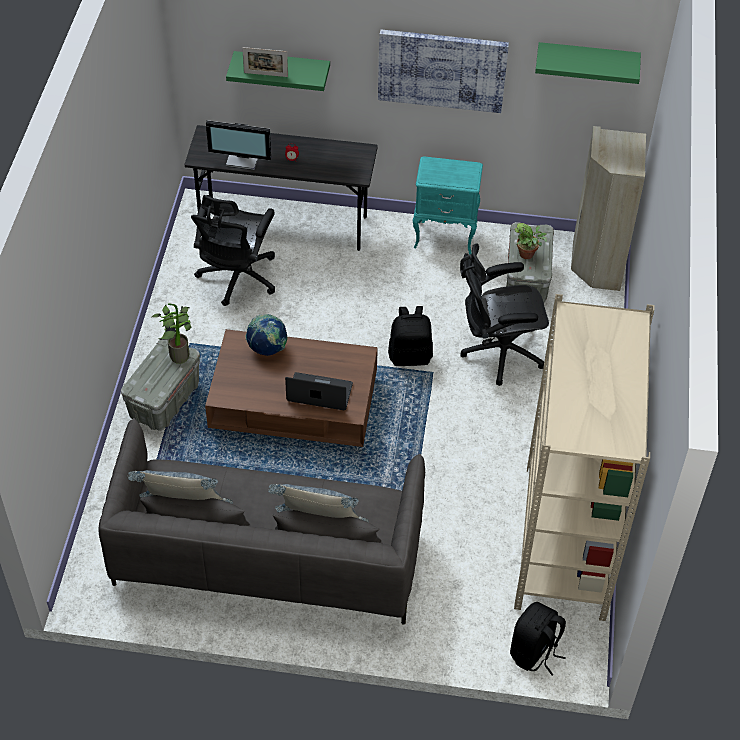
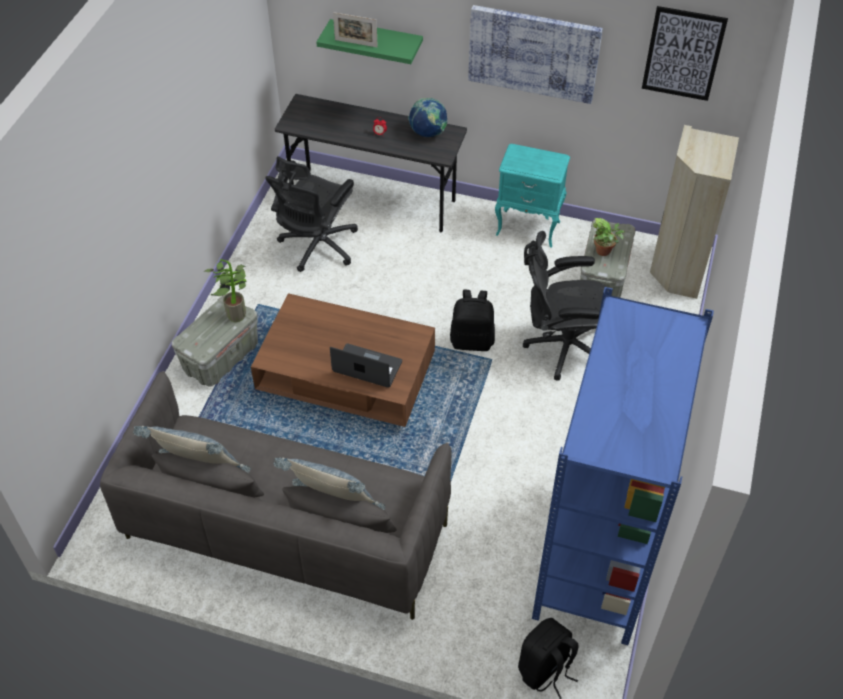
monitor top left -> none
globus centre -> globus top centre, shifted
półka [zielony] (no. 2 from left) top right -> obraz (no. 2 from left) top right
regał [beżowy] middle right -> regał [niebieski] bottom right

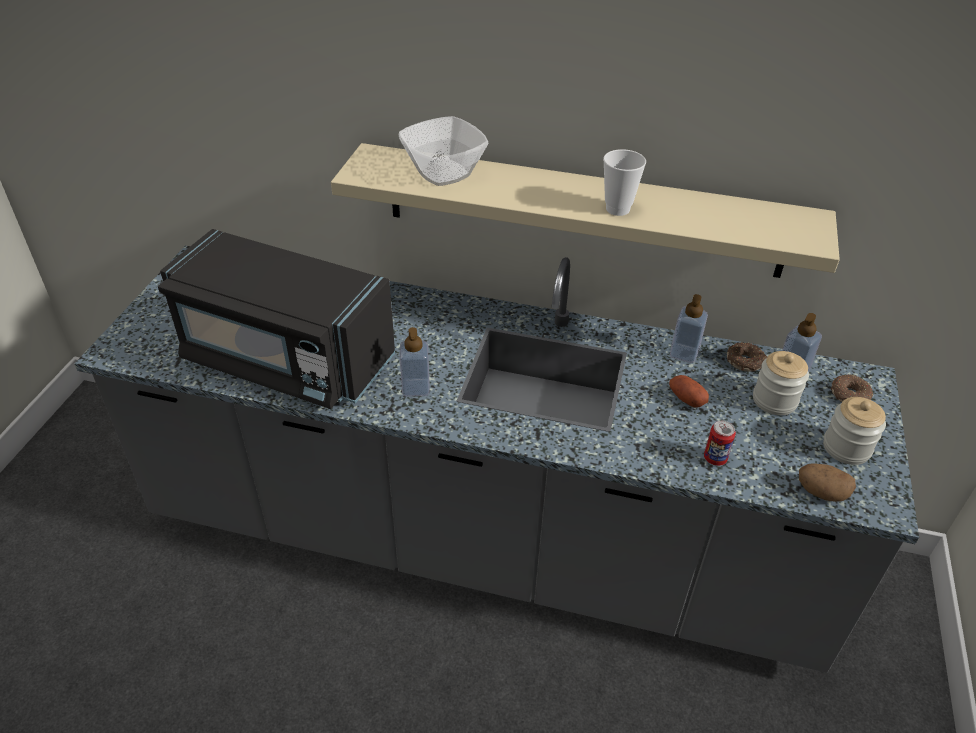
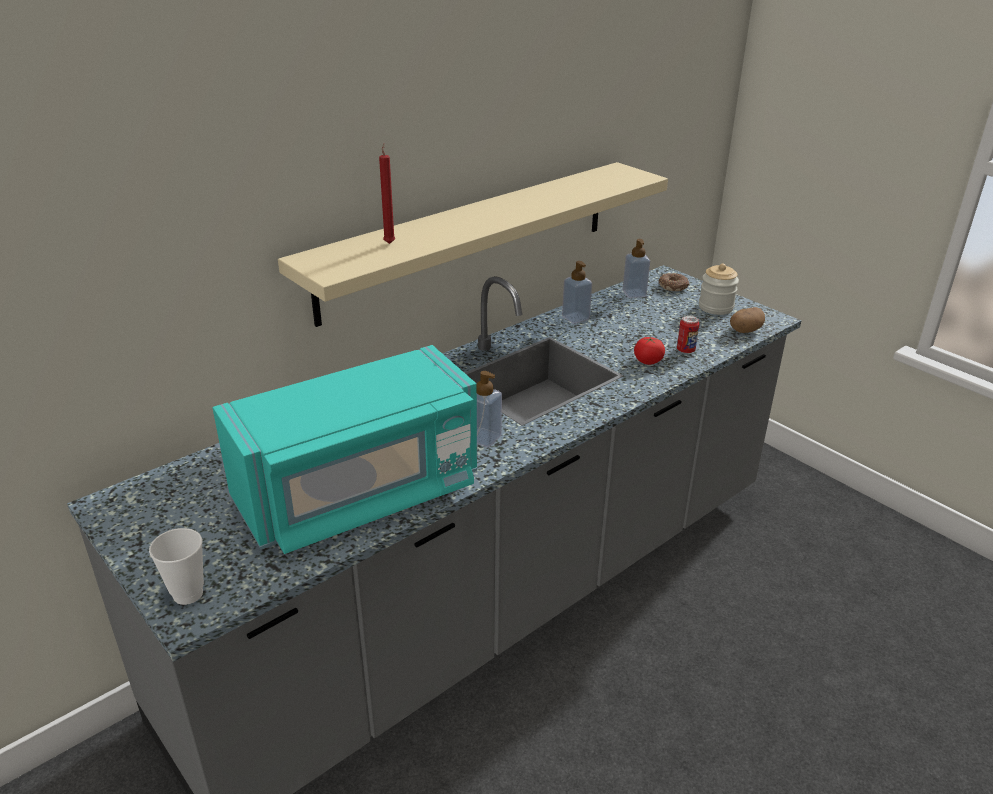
ziemniak (no. 1 from left) middle right -> none
donut (no. 1 from left) middle right -> none
słoik (no. 1 from left) middle right -> none
none -> pomidor centre
filiżanka top centre -> filiżanka bottom left, shifted
miska top centre -> świeca [czerwony] top centre
mikrofalówka [czarny] middle left -> mikrofalówka [turkusowy] centre

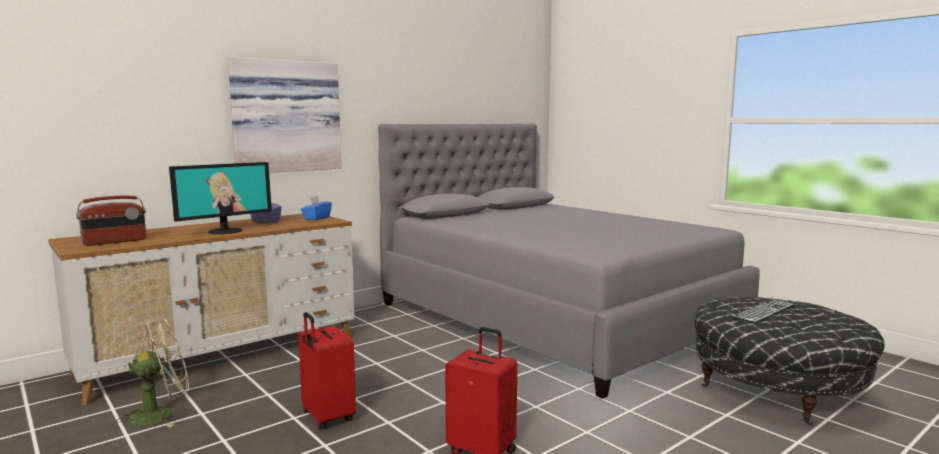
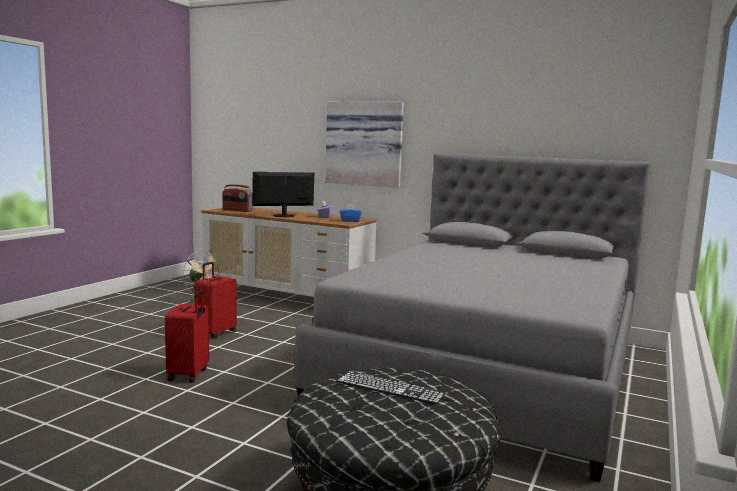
monitor middle left -> monitor centre, 135 degrees clockwise

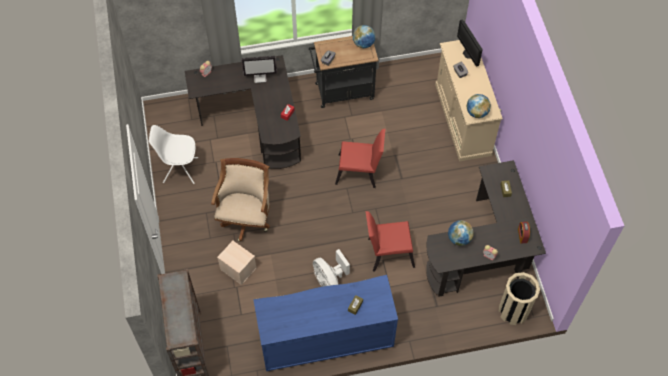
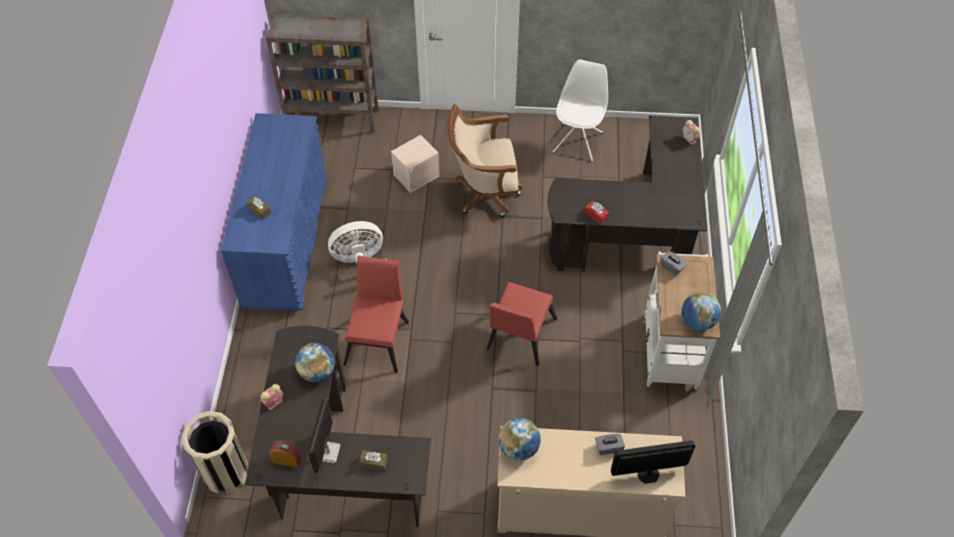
monitor (no. 1 from left) top centre -> monitor (no. 1 from left) bottom centre, shifted
wózek [czarny] top centre -> wózek [biały] middle right
krzesło biurowe centre -> krzesło biurowe top centre, 150 degrees clockwise

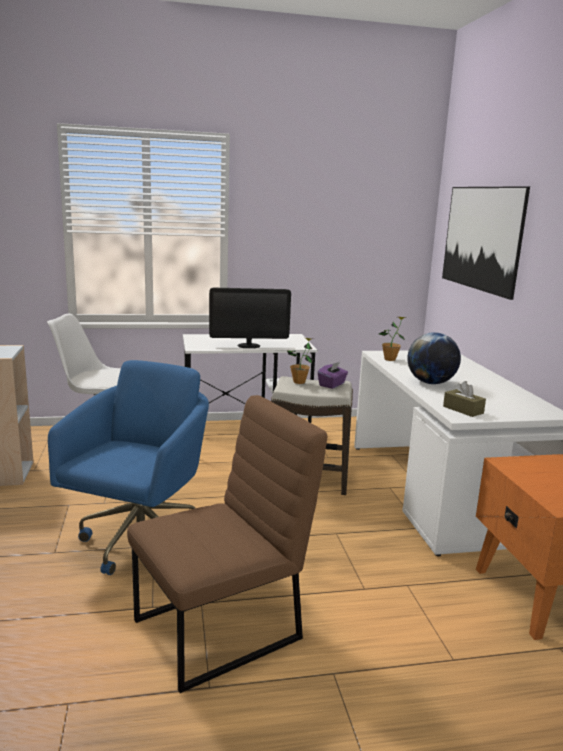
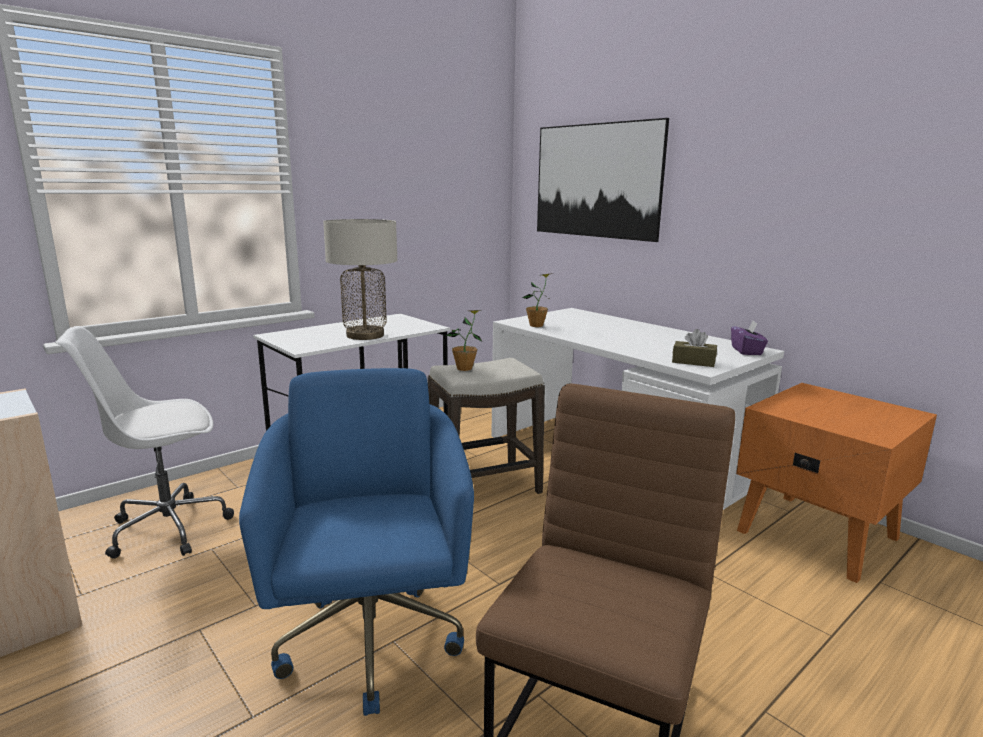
globus middle right -> none
pudełko chusteczek [fioletowy] centre -> pudełko chusteczek [fioletowy] middle right, shifted
monitor centre -> lampa stołowa centre

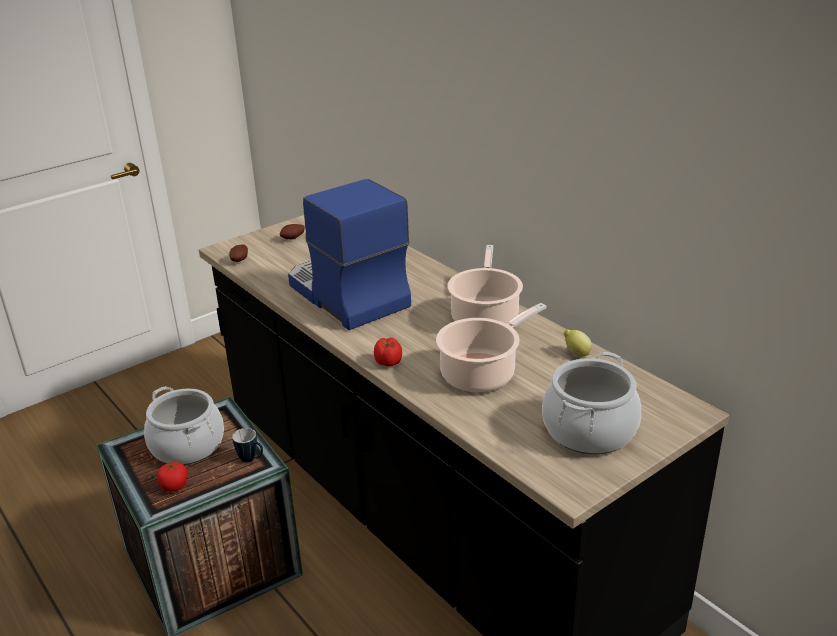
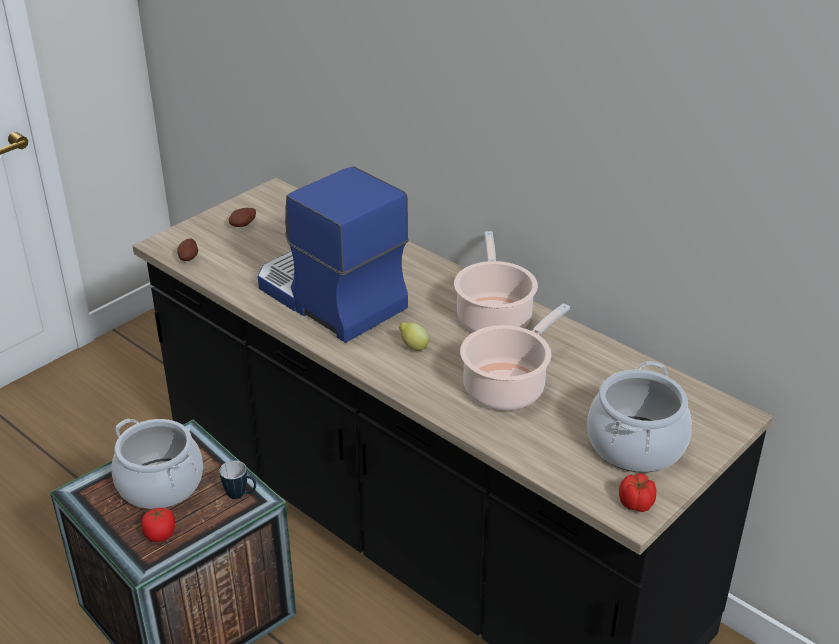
pomidor (no. 2 from left) centre -> pomidor (no. 2 from left) bottom right, shifted
cytryna middle right -> cytryna centre, shifted

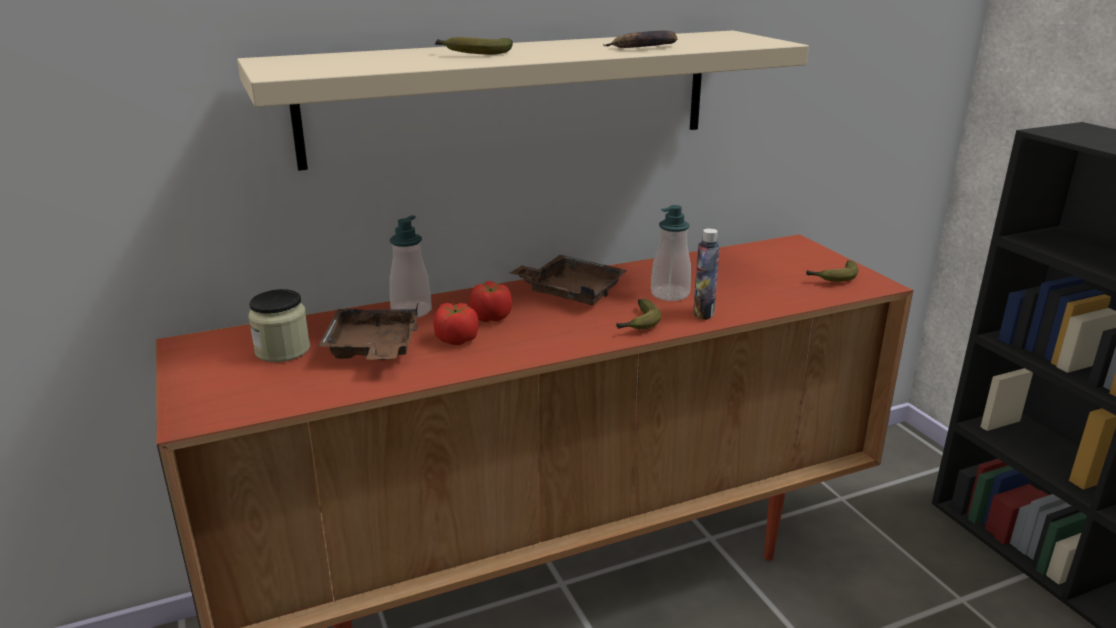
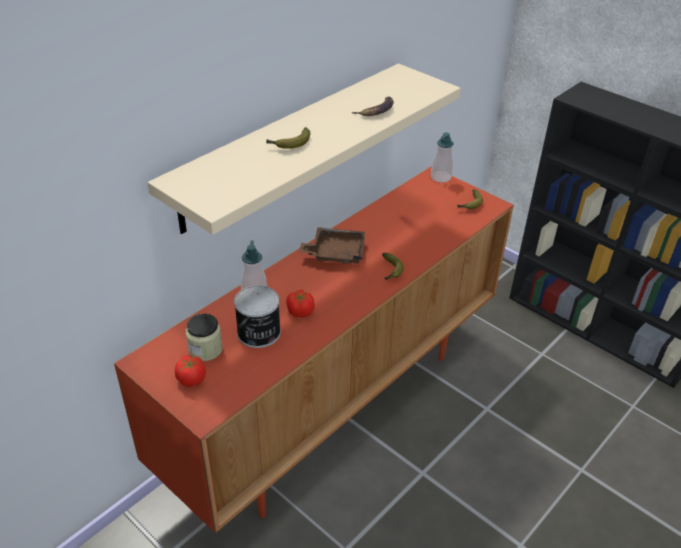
butelka centre -> none
pomidor (no. 2 from left in the first image) centre -> pomidor (no. 1 from left) bottom left, shifted
dozownik mydła (no. 2 from left) centre -> dozownik mydła (no. 2 from left) top centre, shifted
taca [brązowy] (no. 1 from left) middle left -> puszka centre

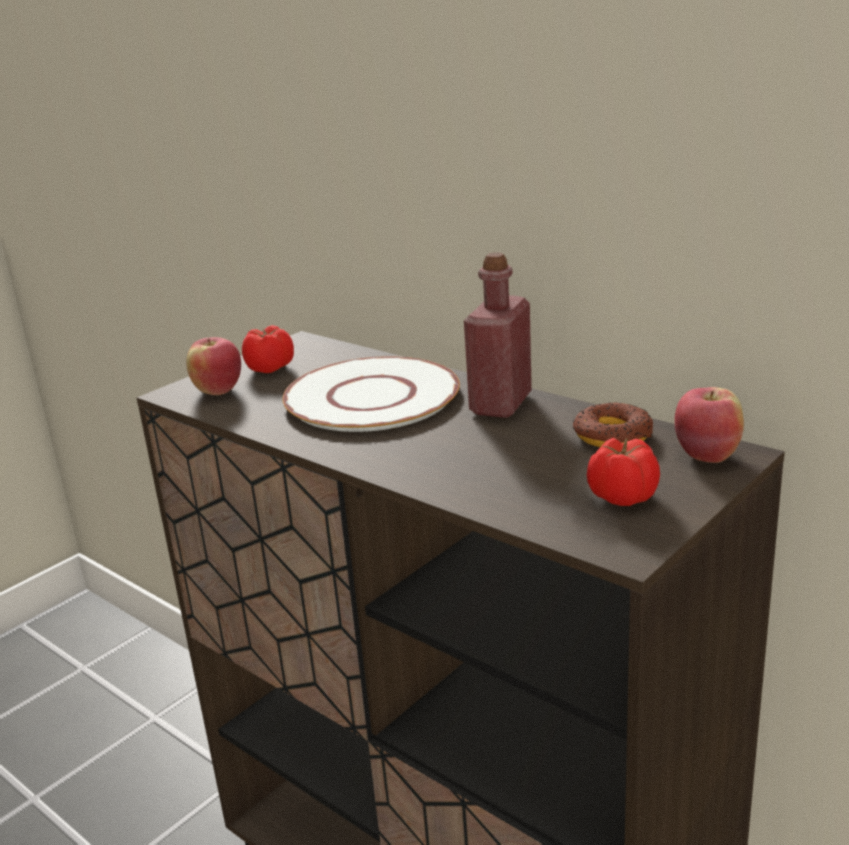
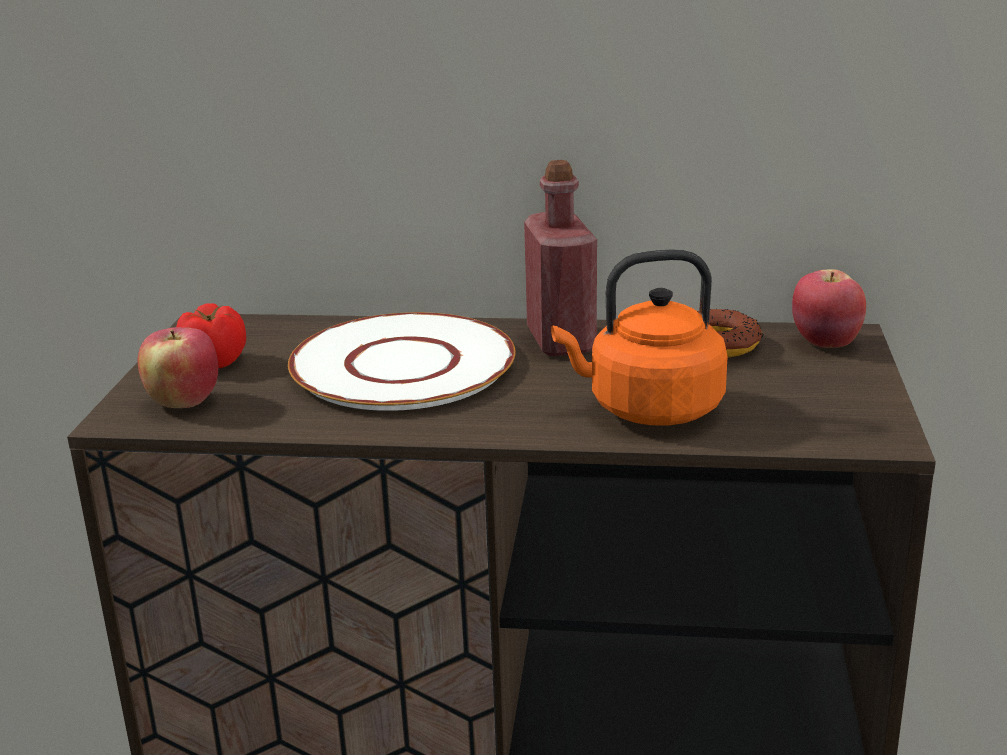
pomidor (no. 2 from left) middle right -> none
none -> czajnik [pomarańczowy] centre

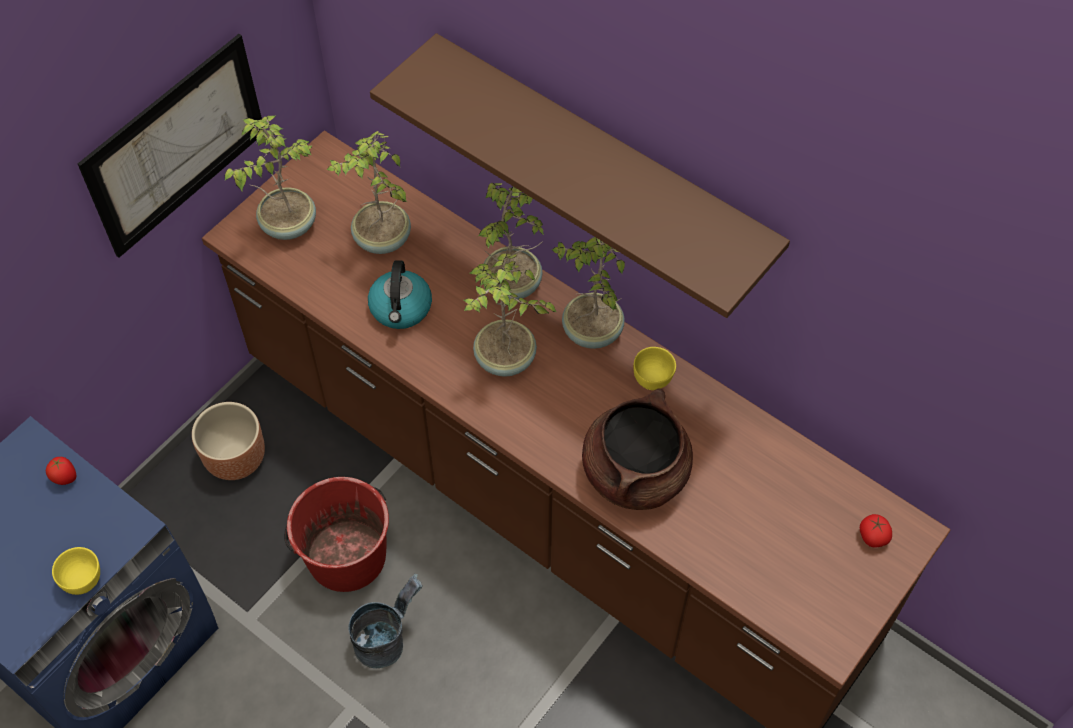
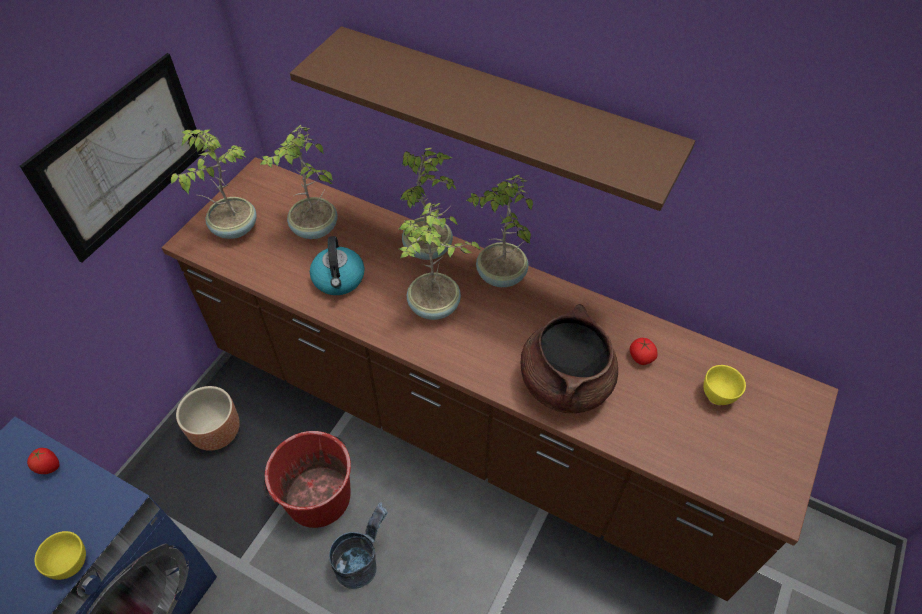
miska [żółty] (no. 2 from left) centre -> miska [żółty] (no. 2 from left) middle right, shifted
pomidor (no. 2 from left) bottom right -> pomidor (no. 2 from left) middle right, shifted

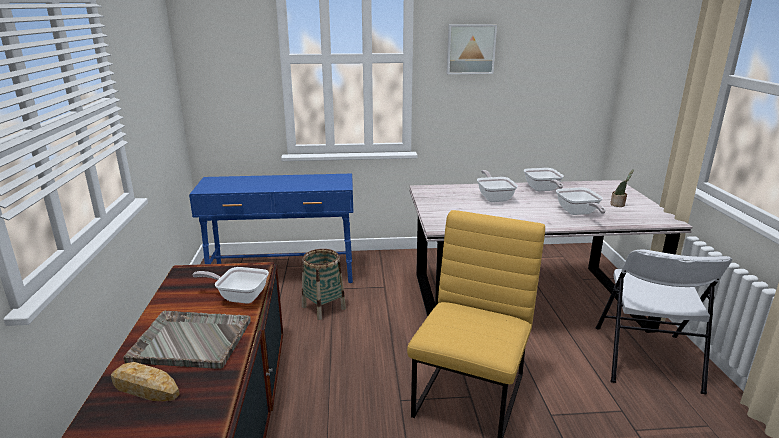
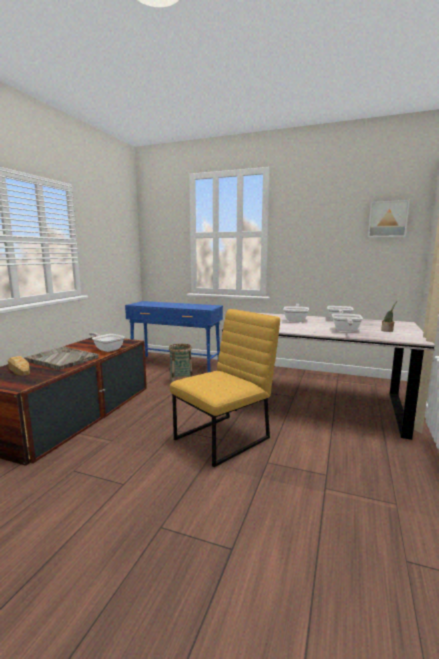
krzesło [biały] bottom right -> none
obraz top centre -> obraz top right, shifted

